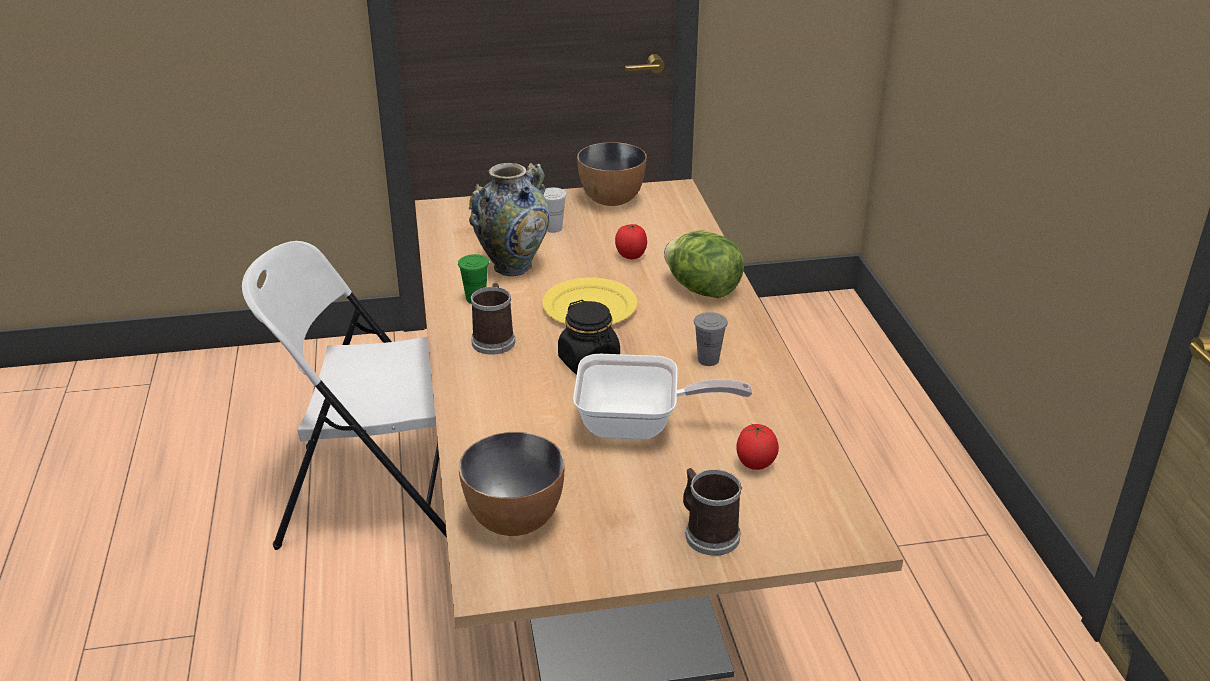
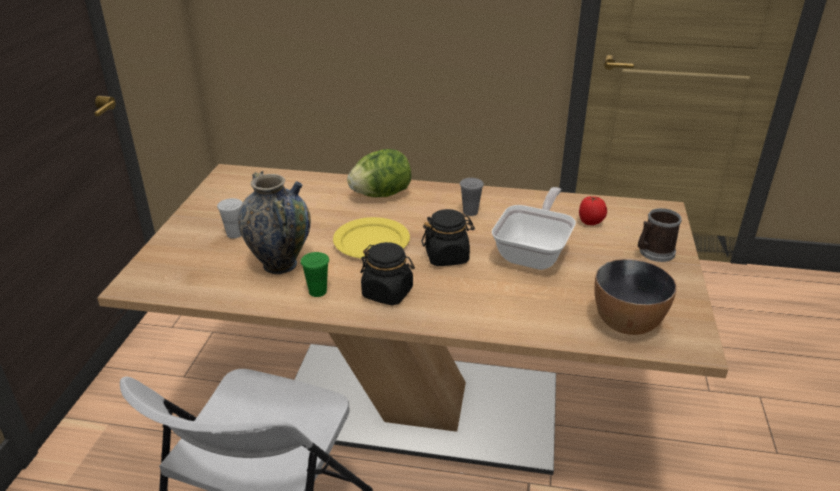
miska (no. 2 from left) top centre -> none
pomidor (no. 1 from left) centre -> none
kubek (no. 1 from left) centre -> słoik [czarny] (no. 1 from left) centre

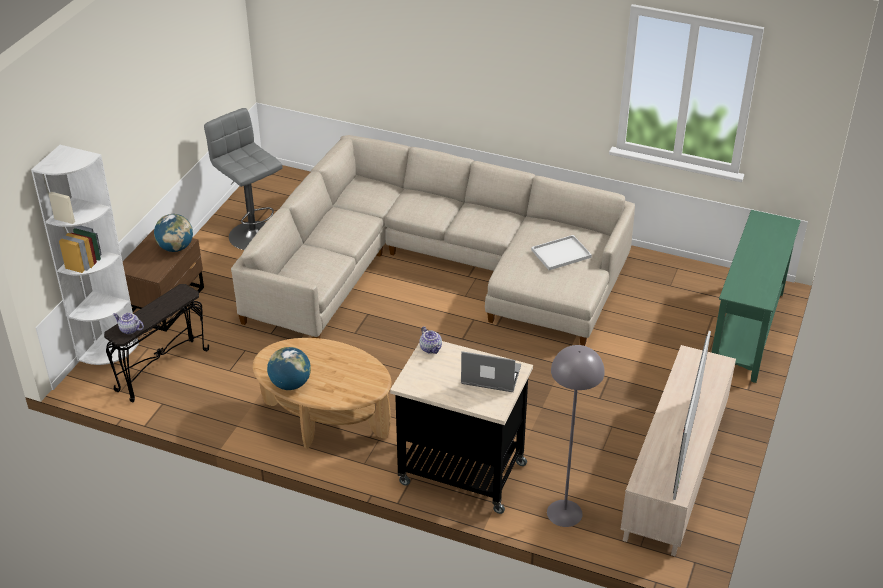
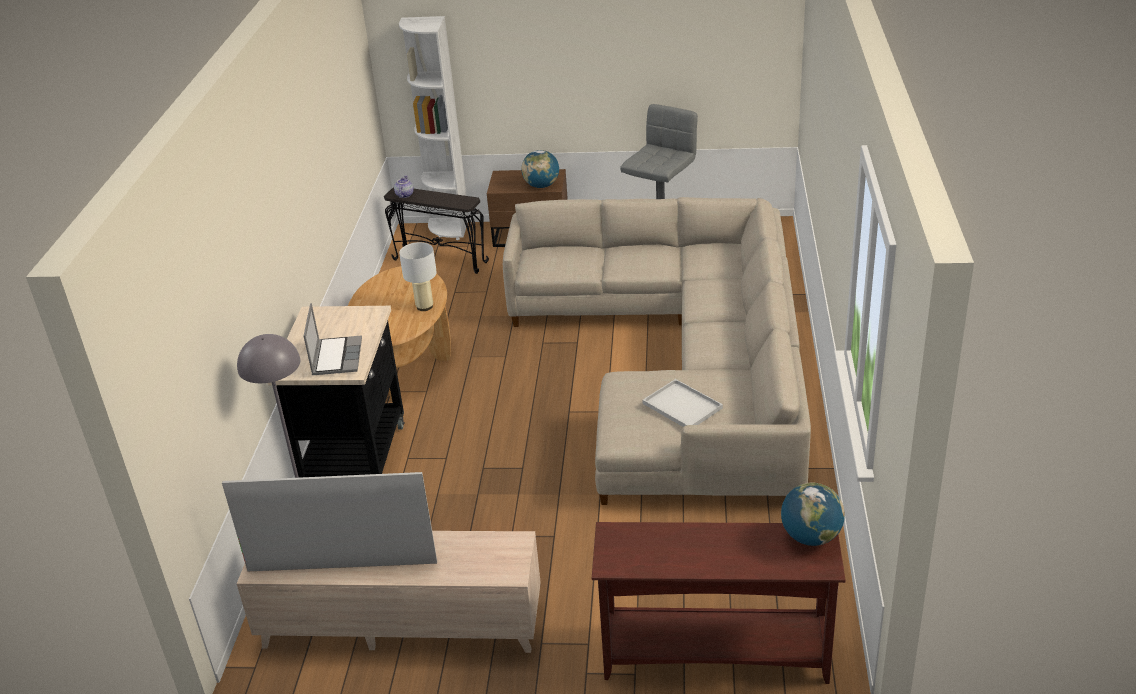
imbryk (no. 2 from left) centre -> none
none -> lampa stołowa [biały] centre
globus (no. 2 from left) middle left -> globus (no. 2 from left) bottom right, shifted
stolik konsolowy [zielony] middle right -> stolik konsolowy [brązowy] bottom centre

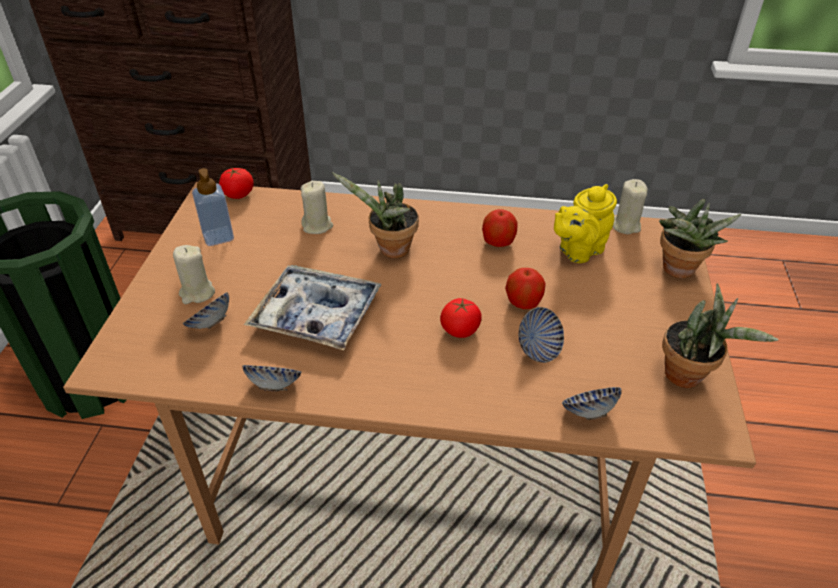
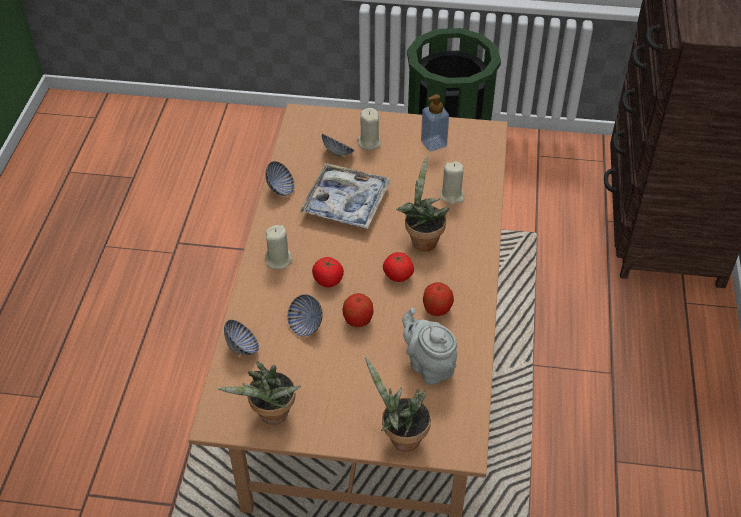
pomidor (no. 1 from left in the first image) top left -> pomidor (no. 2 from left) centre, shifted
świeca [beżowy] (no. 3 from left in the first image) middle right -> świeca [beżowy] (no. 1 from left) centre, shifted
imbryk [żółty] middle right -> imbryk [szary] bottom centre

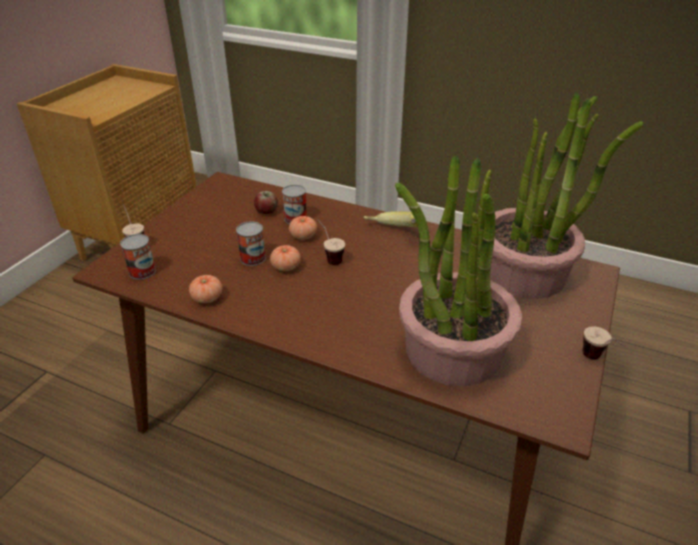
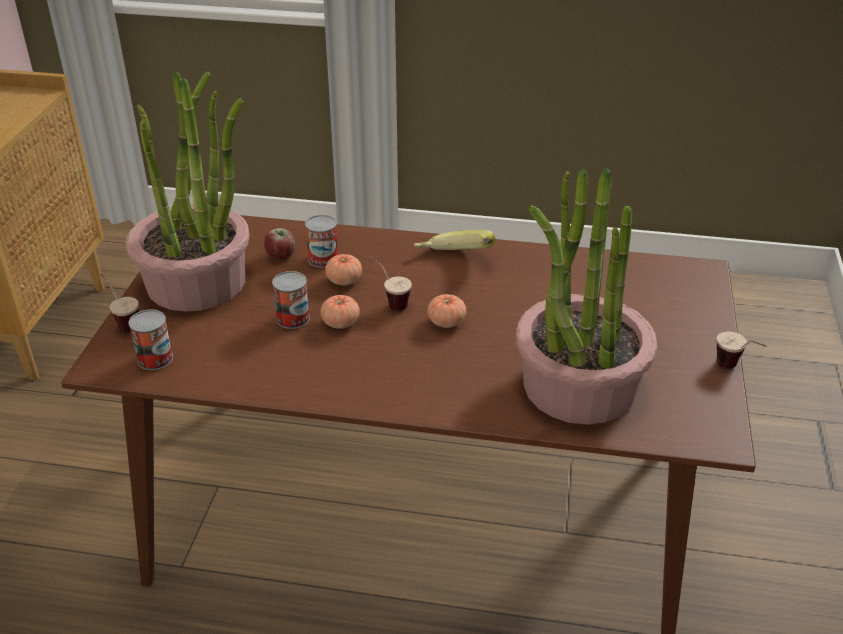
pomidor (no. 1 from left in the first image) middle left -> pomidor (no. 3 from left) centre, shifted
roślina doniczkowa (no. 2 from left in the first image) middle right -> roślina doniczkowa (no. 1 from left) top left, shifted

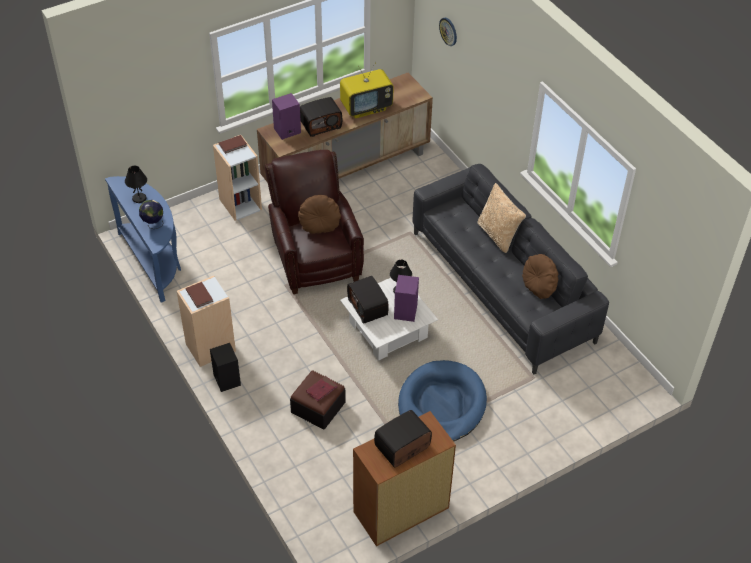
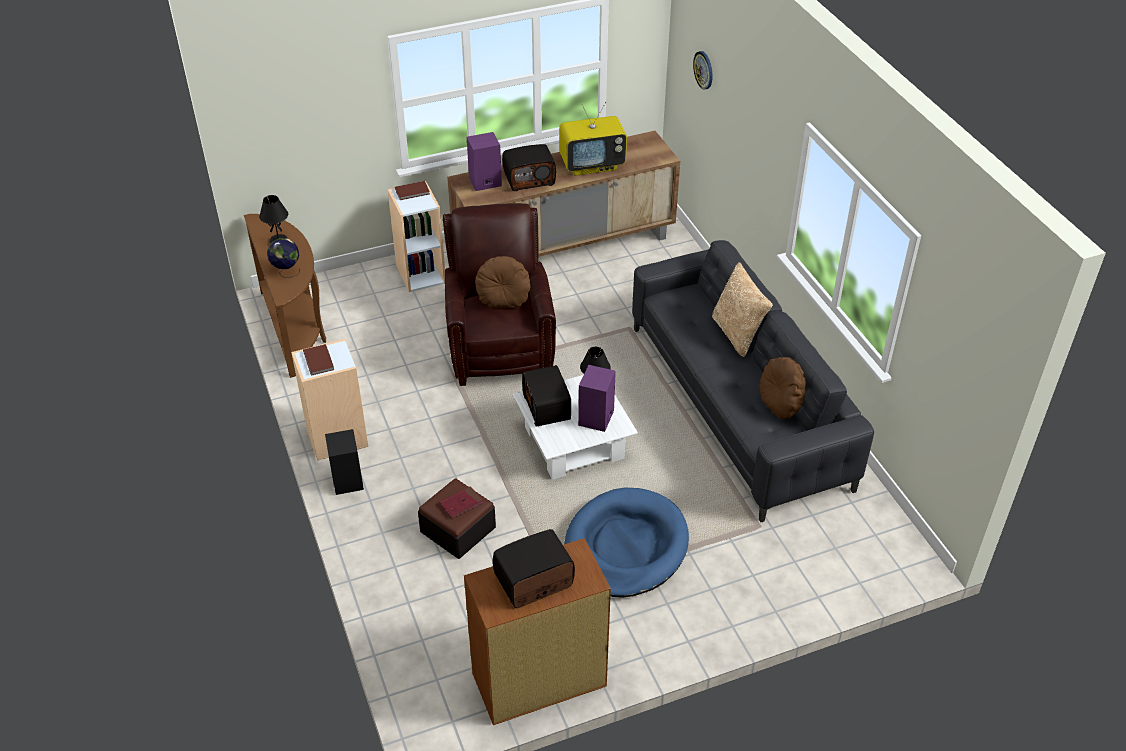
stolik konsolowy [niebieski] middle left -> stolik konsolowy [brązowy] middle left

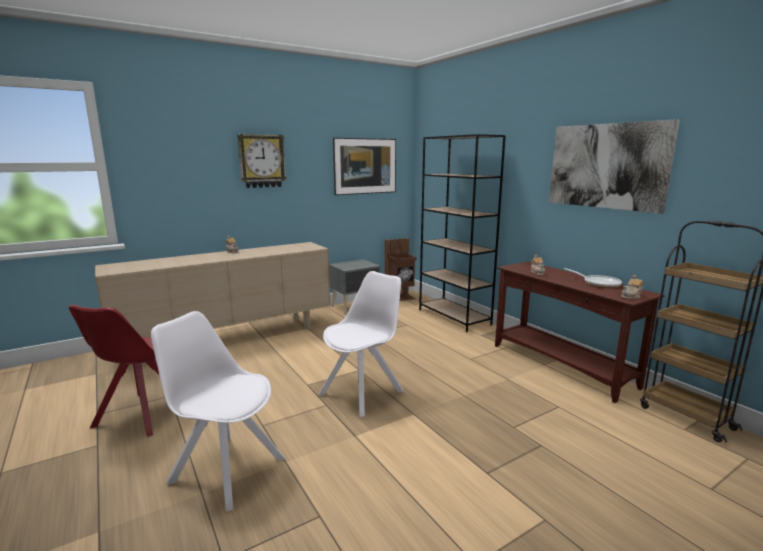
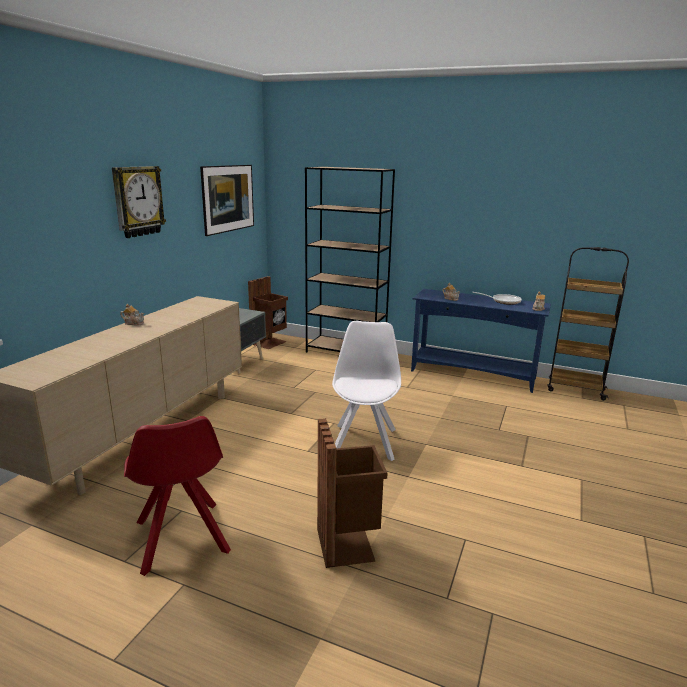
obraz (no. 2 from left) top right -> none
krzesło [biały] (no. 1 from left) bottom left -> kosz na śmieci [brązowy] (no. 2 from left) bottom centre
stolik konsolowy [brązowy] middle right -> stolik konsolowy [niebieski] middle right

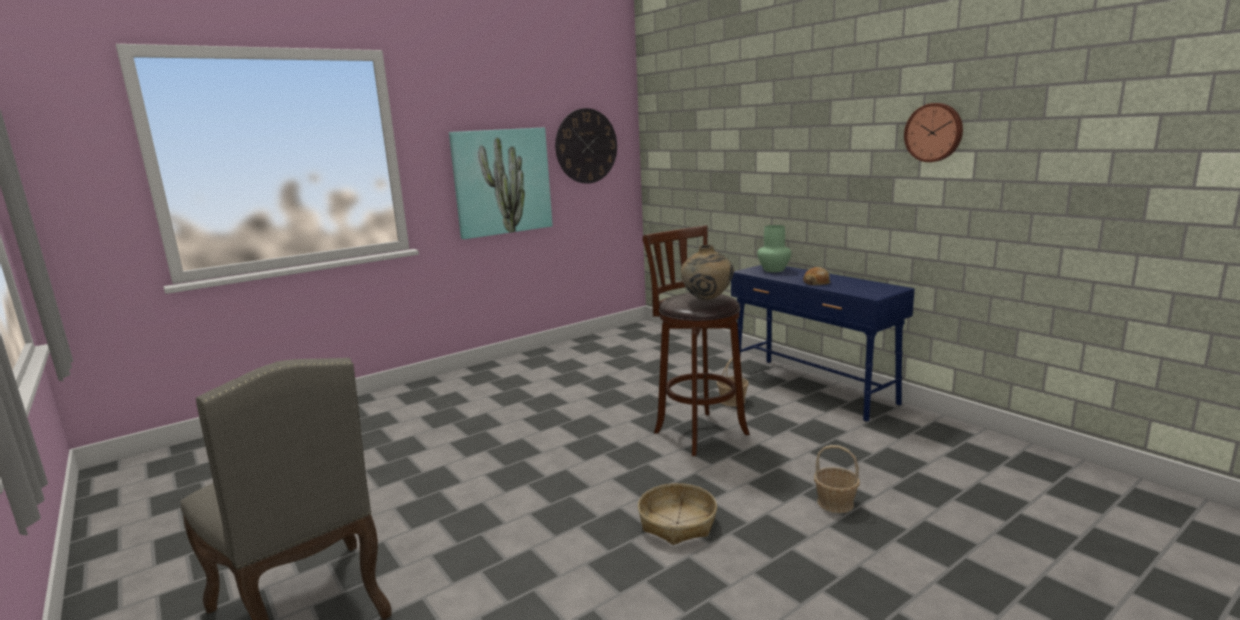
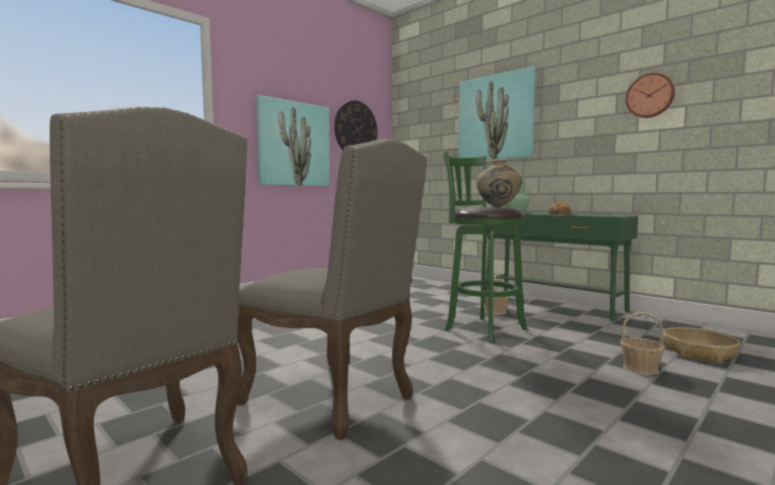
none -> krzesło [szary] (no. 2 from left) centre
none -> obraz (no. 2 from left) top centre
koszyk (no. 1 from left in the first image) bottom centre -> koszyk (no. 3 from left) bottom right, shifted
stołek [brązowy] centre -> stołek [zielony] centre
stolik konsolowy [niebieski] centre -> stolik konsolowy [zielony] middle right

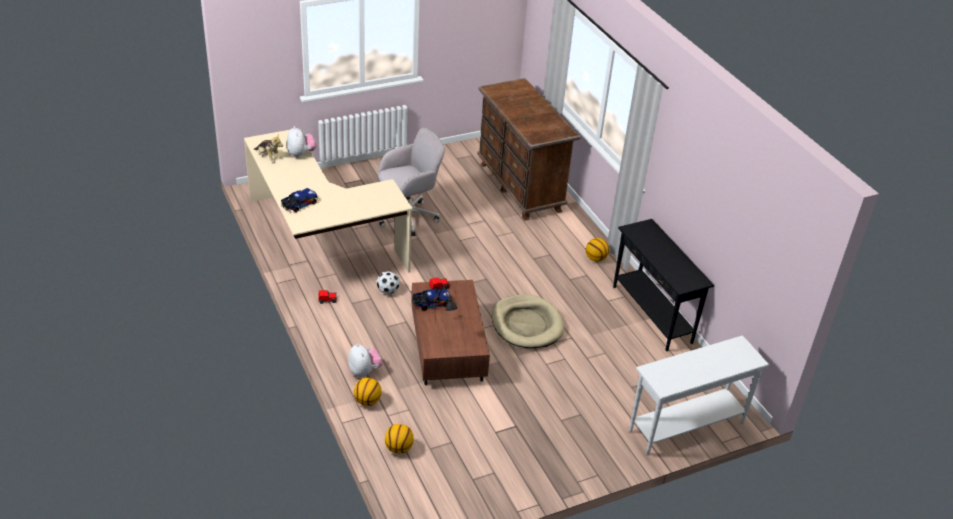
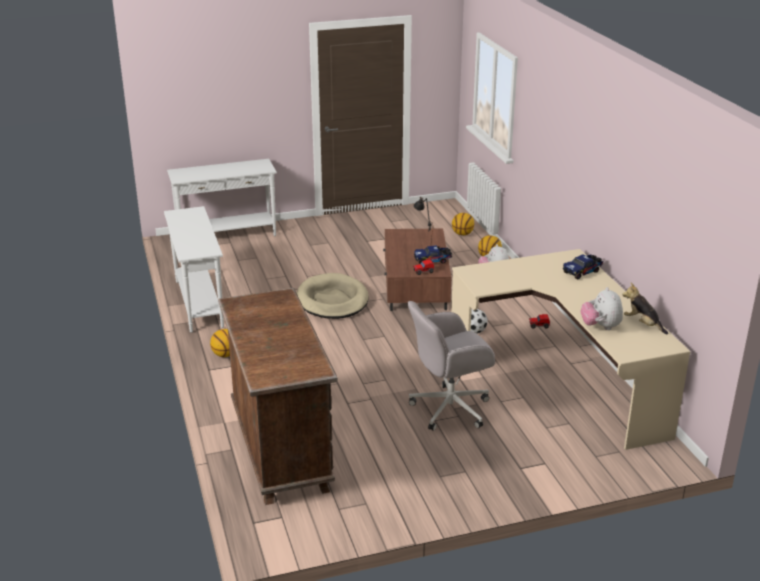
stolik konsolowy [czarny] middle right -> stolik konsolowy [biały] (no. 1 from left) middle left

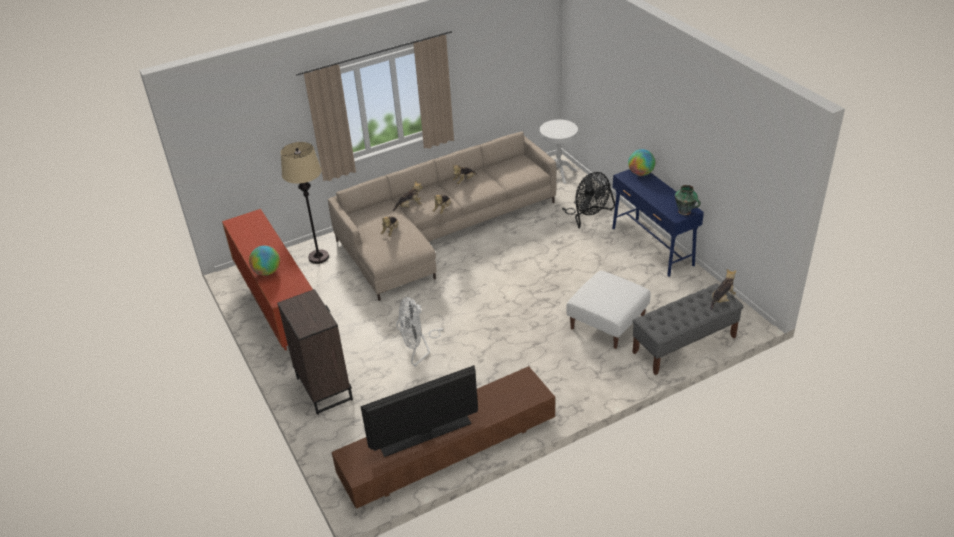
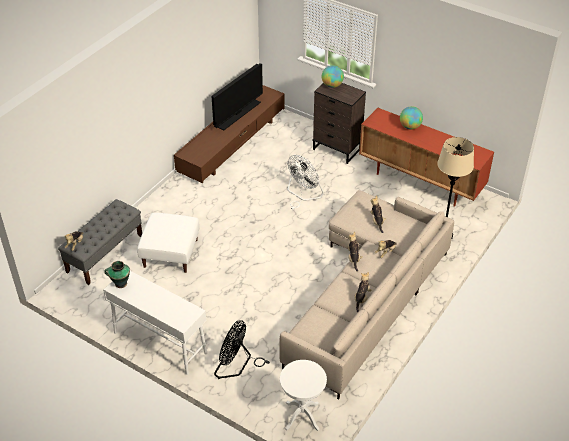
globus (no. 2 from left in the first image) top right -> globus (no. 1 from left) top centre, shifted
stolik konsolowy [niebieski] middle right -> stolik konsolowy [biały] bottom left

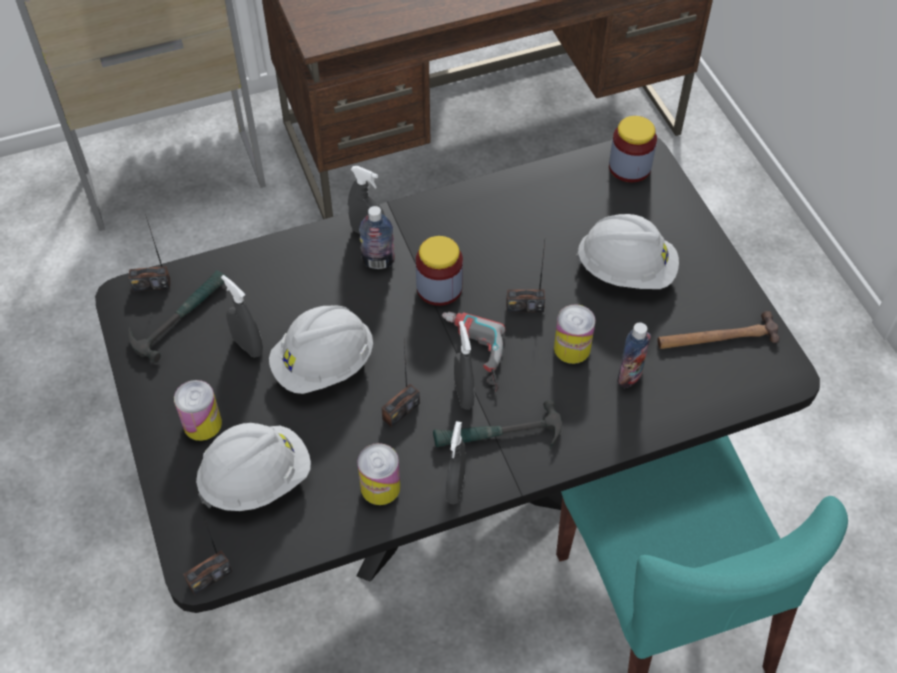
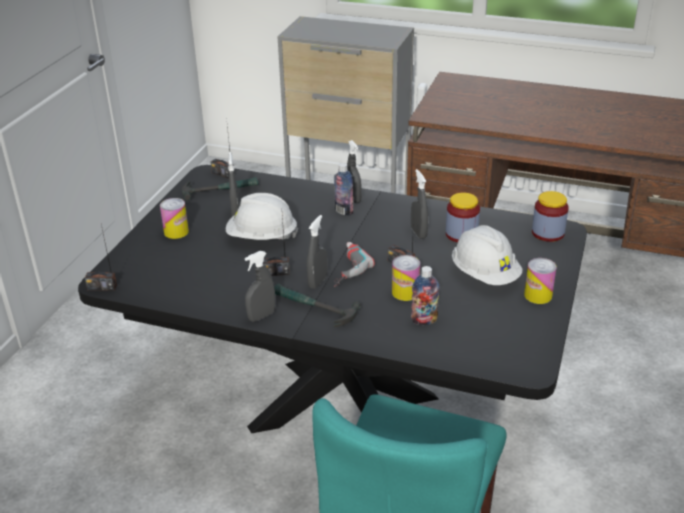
kask [biały] (no. 1 from left) bottom left -> none
młotek (no. 3 from left) middle right -> none
none -> spryskiwacz [szary] (no. 5 from left) centre
puszka (no. 2 from left in the first image) bottom centre -> puszka (no. 3 from left) middle right, shifted
słoik (no. 1 from left) centre -> słoik (no. 1 from left) middle right, shifted

